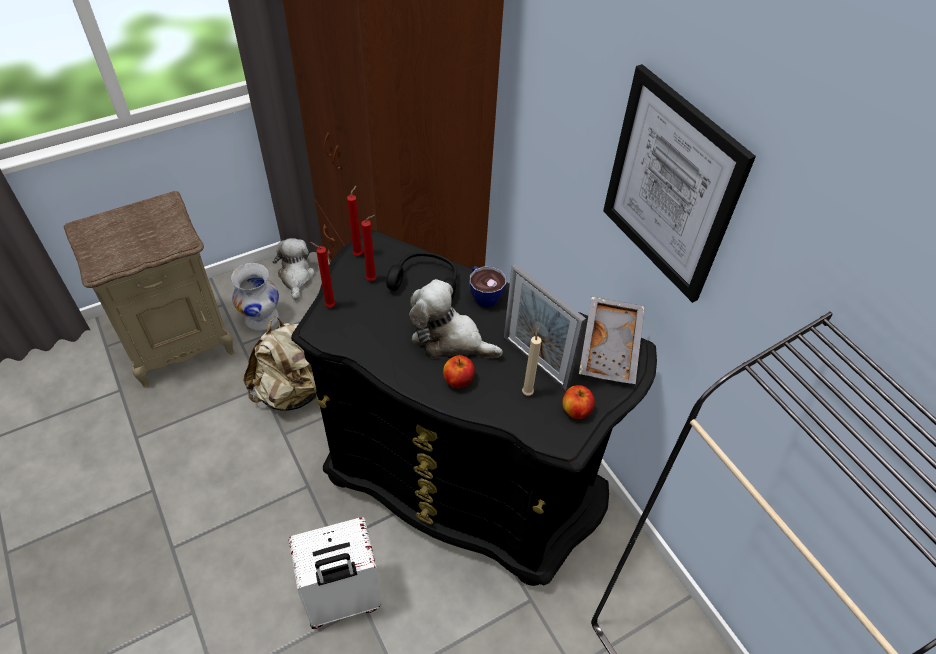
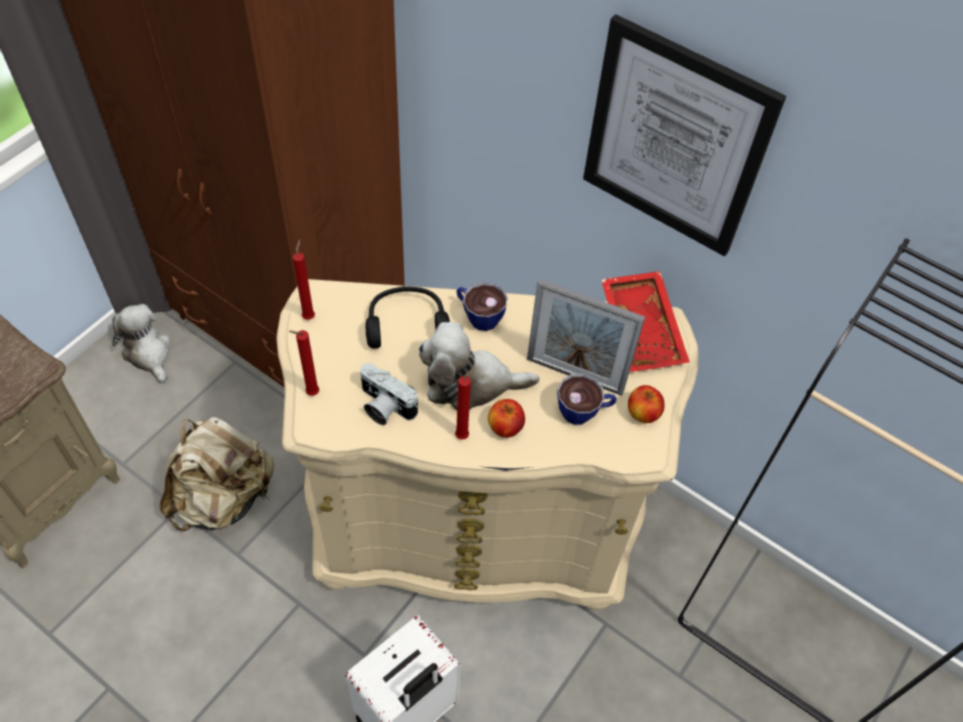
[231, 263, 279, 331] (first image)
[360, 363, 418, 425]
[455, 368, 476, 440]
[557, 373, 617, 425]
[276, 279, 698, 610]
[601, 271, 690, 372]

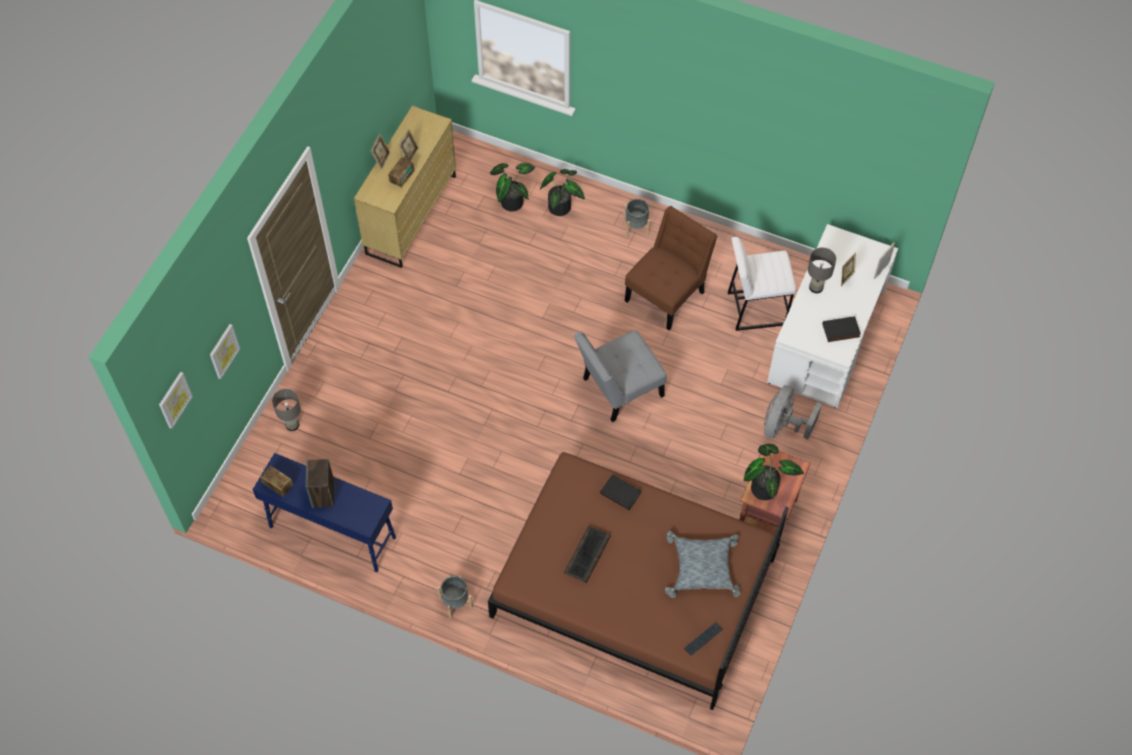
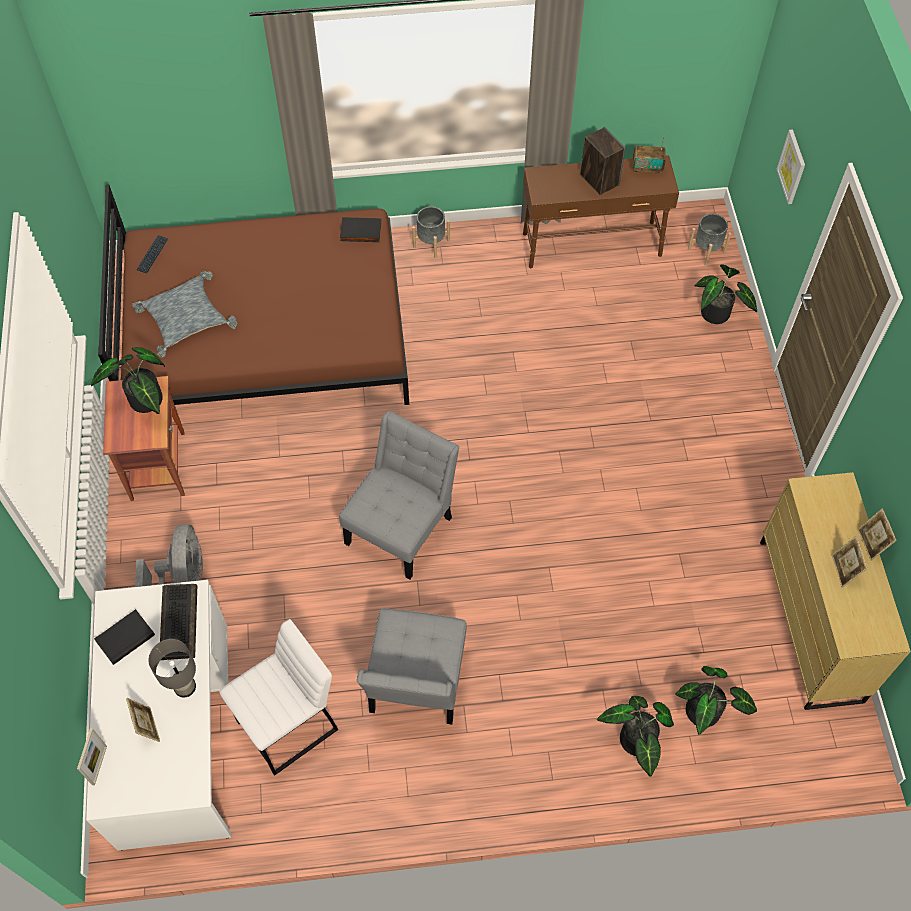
[159, 372, 193, 429] (first image)
[388, 152, 414, 188] (first image)
[160, 584, 197, 660]
[340, 217, 381, 242]
[688, 213, 732, 266]
[695, 264, 757, 324]
[523, 155, 679, 268]
[357, 608, 466, 725]

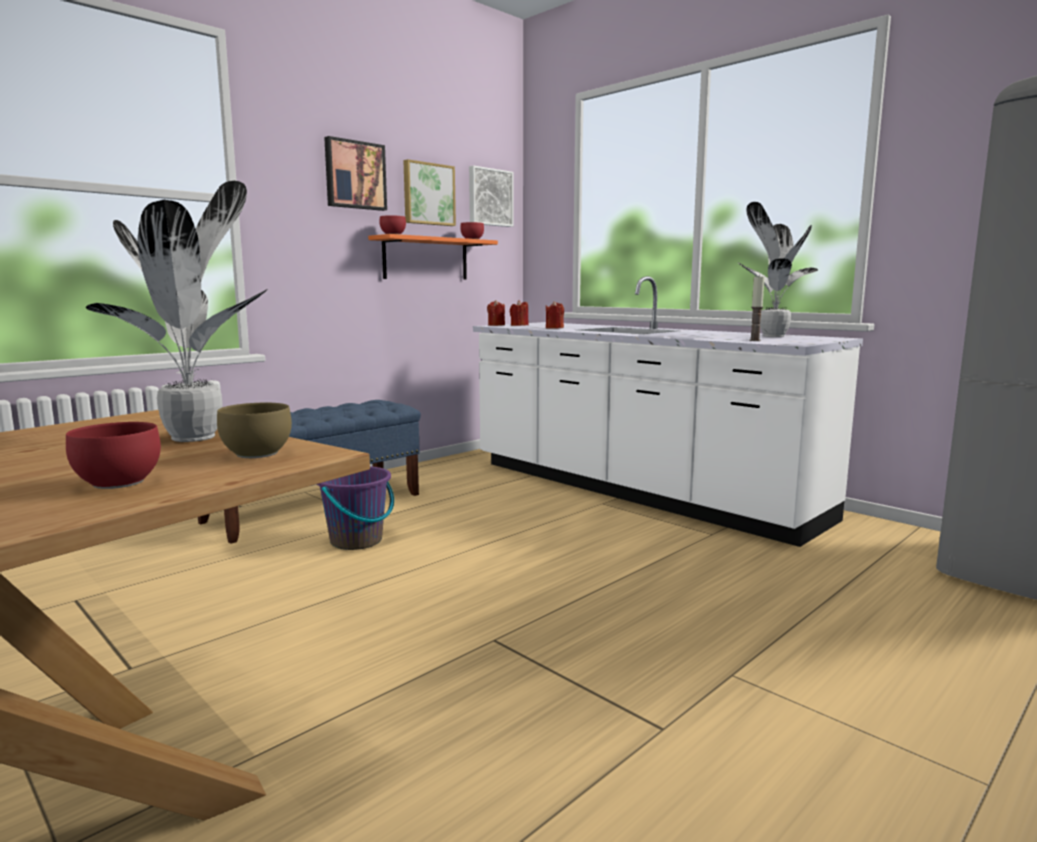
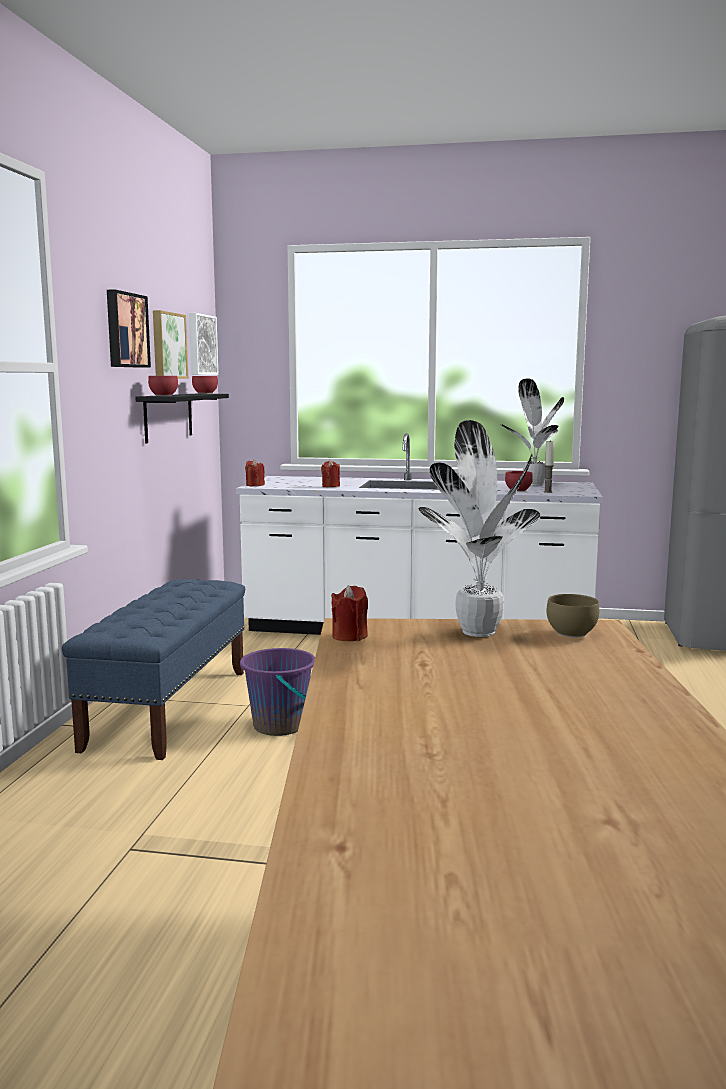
[505, 471, 533, 491]
[331, 585, 368, 641]
[135, 394, 229, 443]

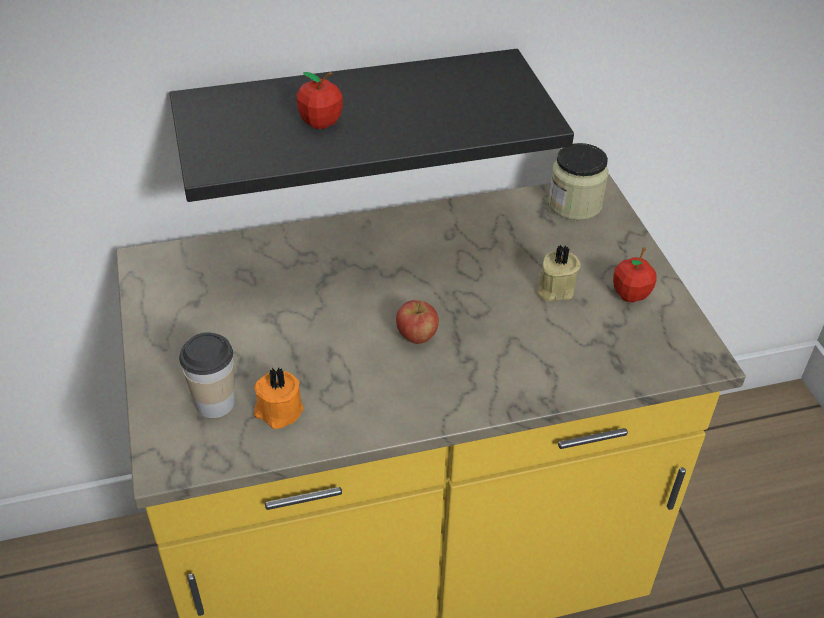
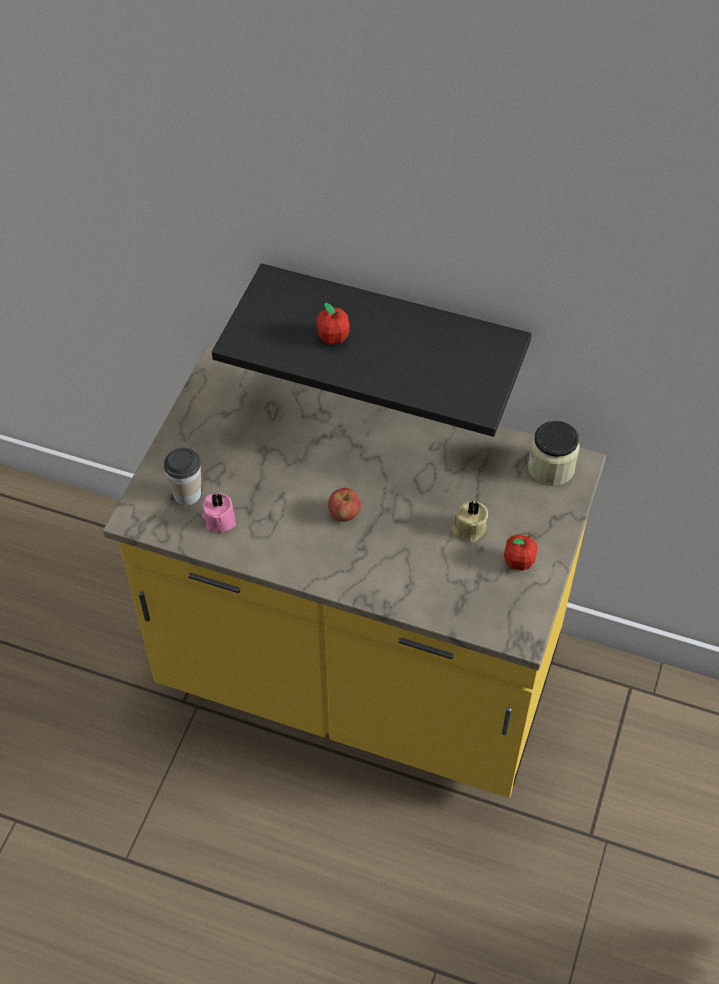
[202, 493, 236, 532]

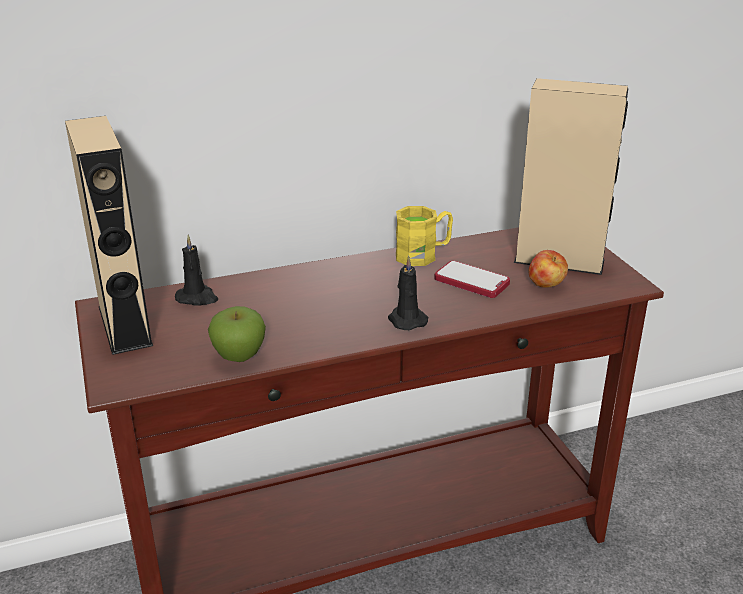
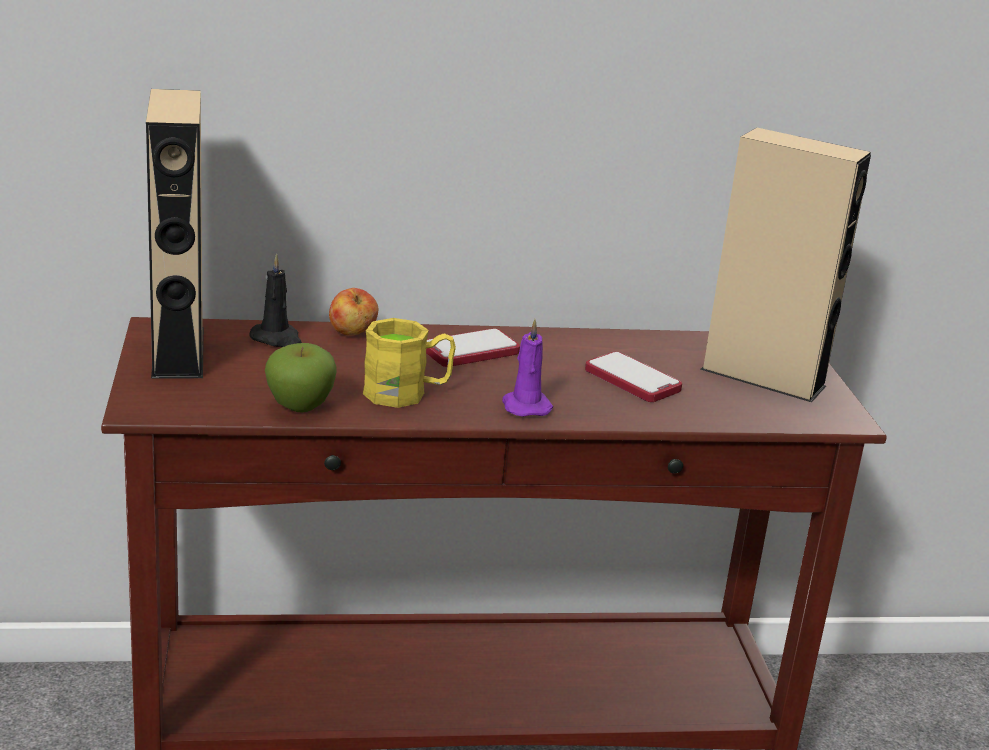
[426, 329, 520, 367]
[363, 318, 456, 408]
[329, 288, 378, 336]
[502, 319, 553, 417]

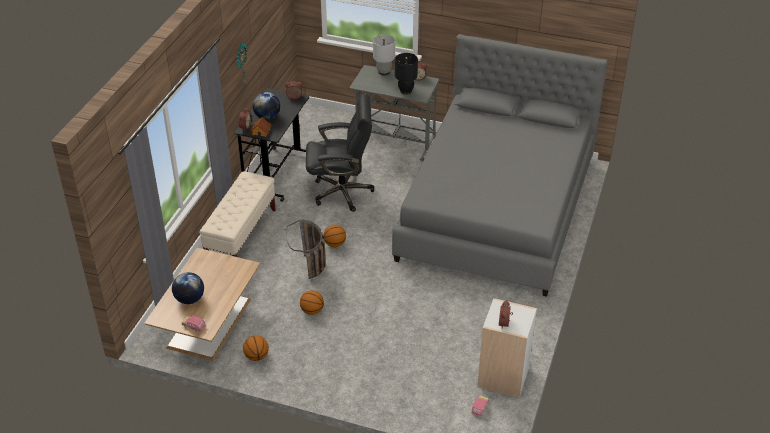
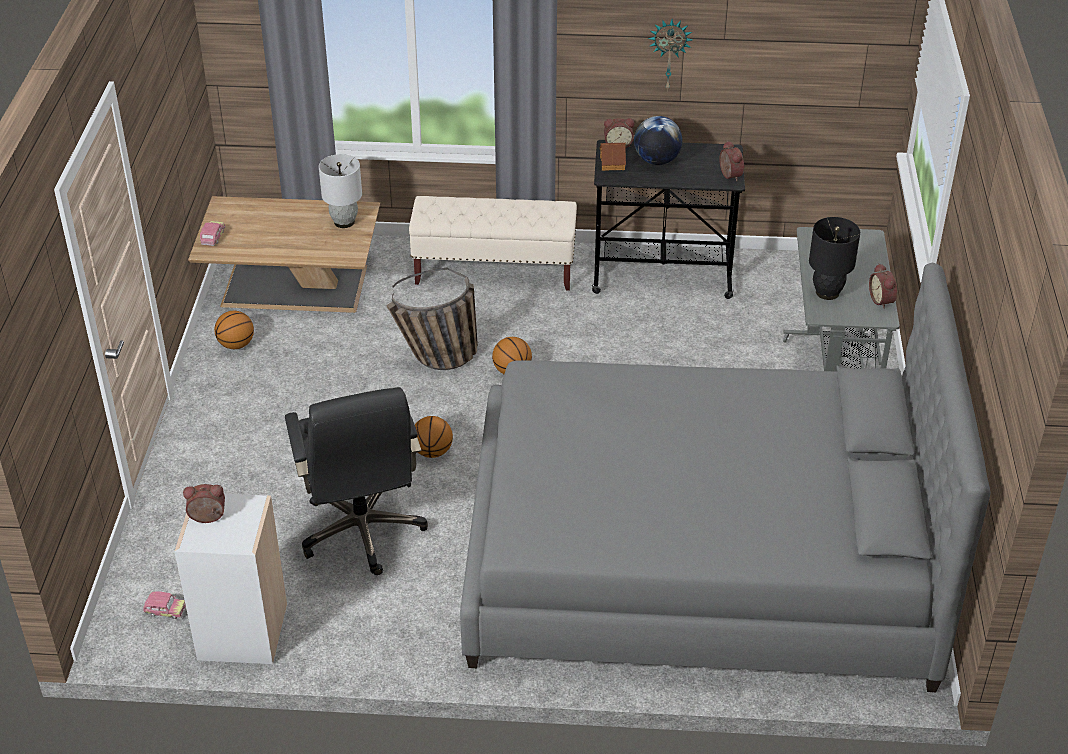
[172, 272, 204, 304] (first image)
[415, 416, 453, 458]
[285, 387, 428, 575]
[319, 154, 362, 228]

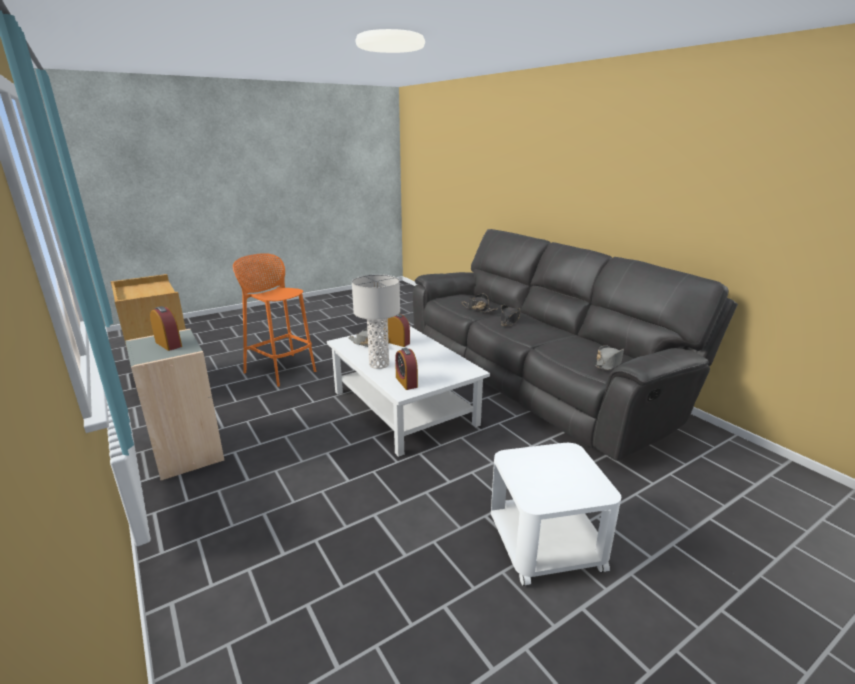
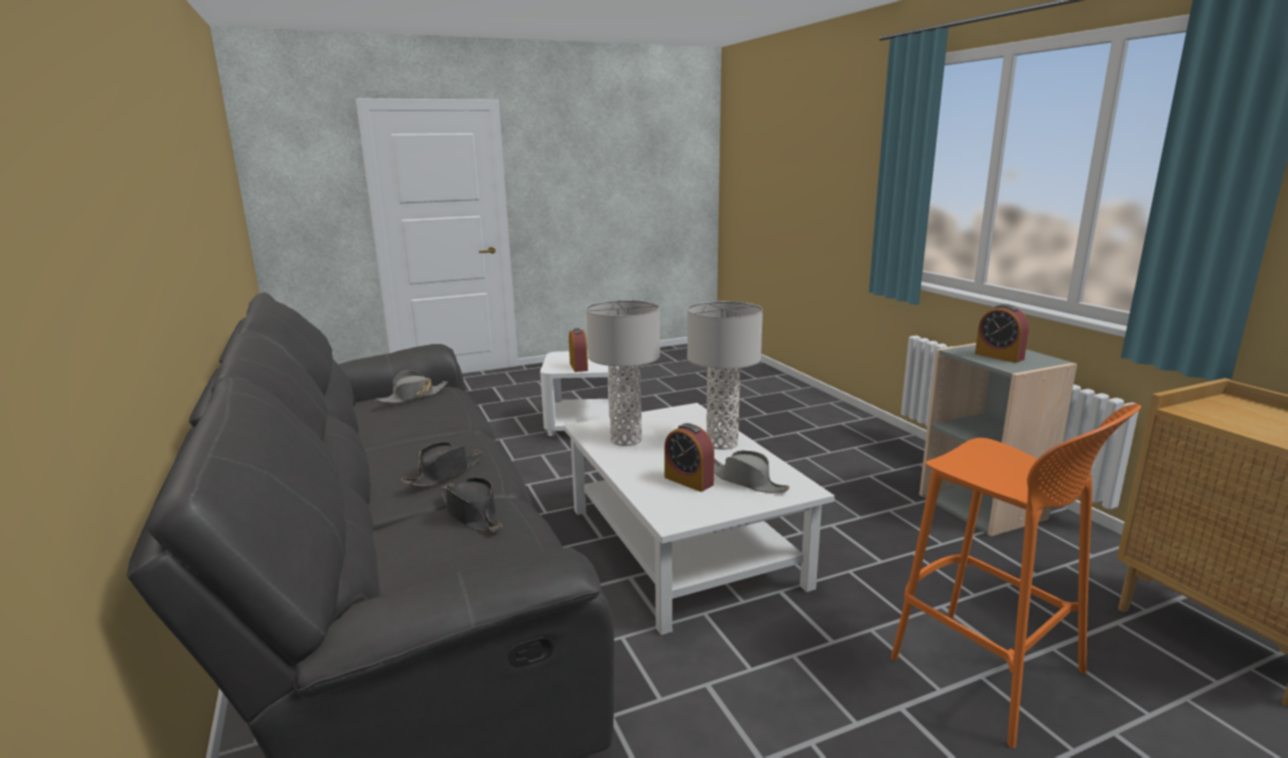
[586, 300, 660, 446]
[569, 328, 588, 372]

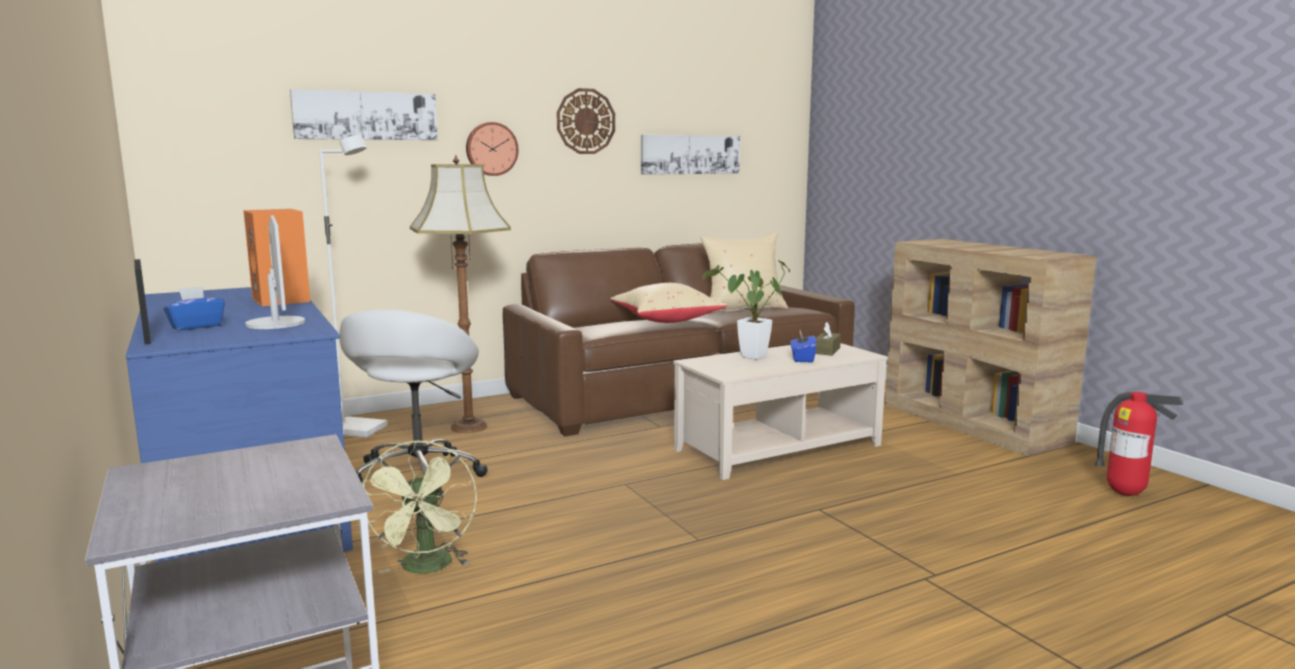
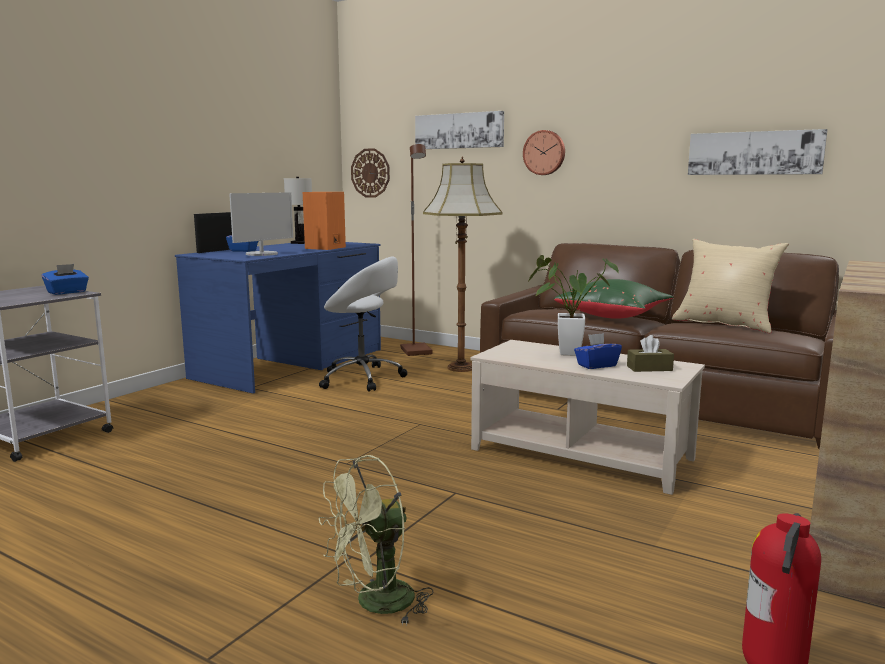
[42, 264, 89, 295]
[284, 177, 312, 244]
[319, 455, 434, 625]
[351, 148, 390, 198]
[400, 144, 433, 356]
[554, 279, 674, 319]
[319, 256, 407, 392]

